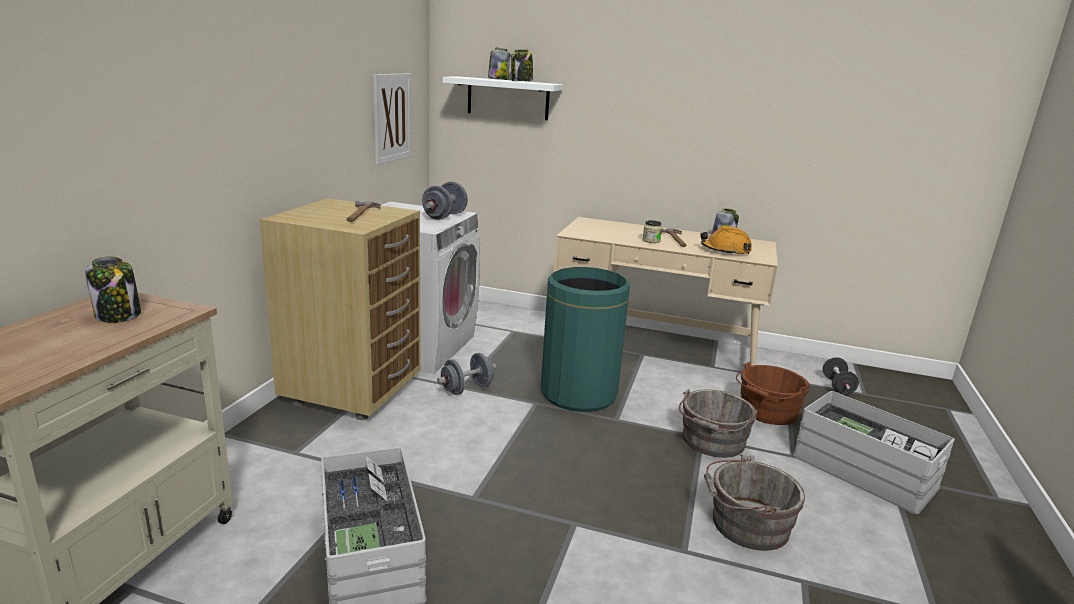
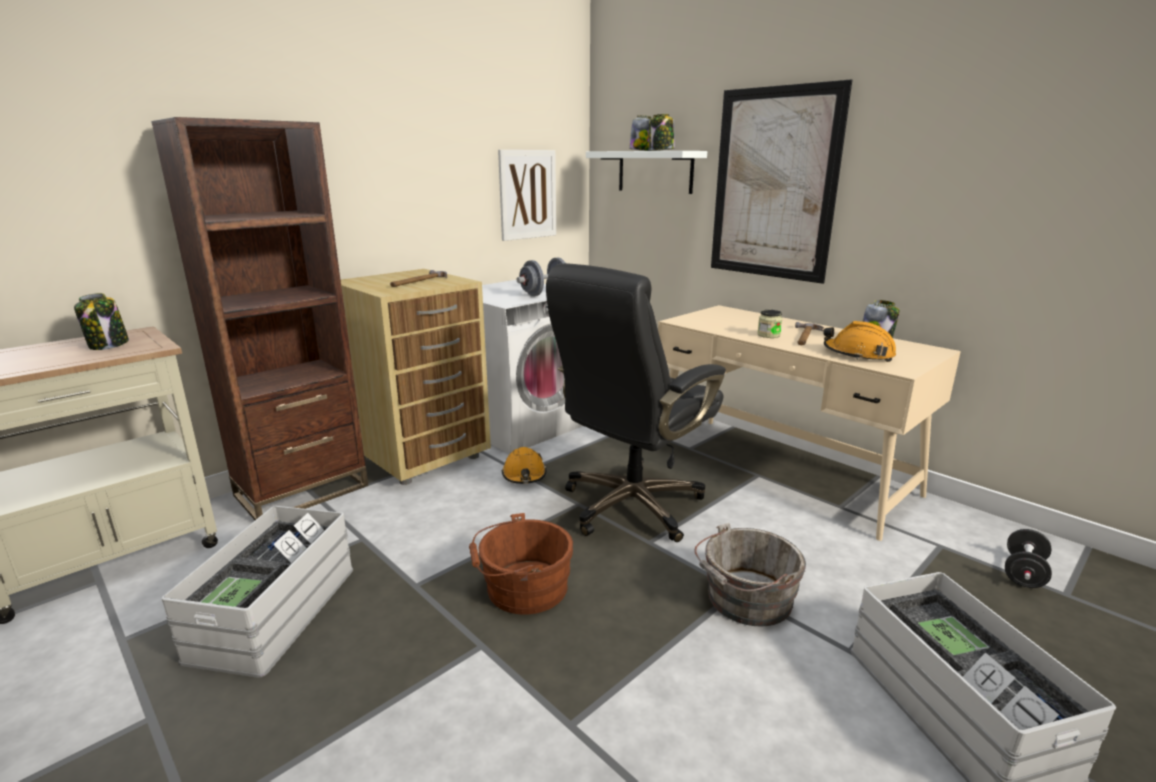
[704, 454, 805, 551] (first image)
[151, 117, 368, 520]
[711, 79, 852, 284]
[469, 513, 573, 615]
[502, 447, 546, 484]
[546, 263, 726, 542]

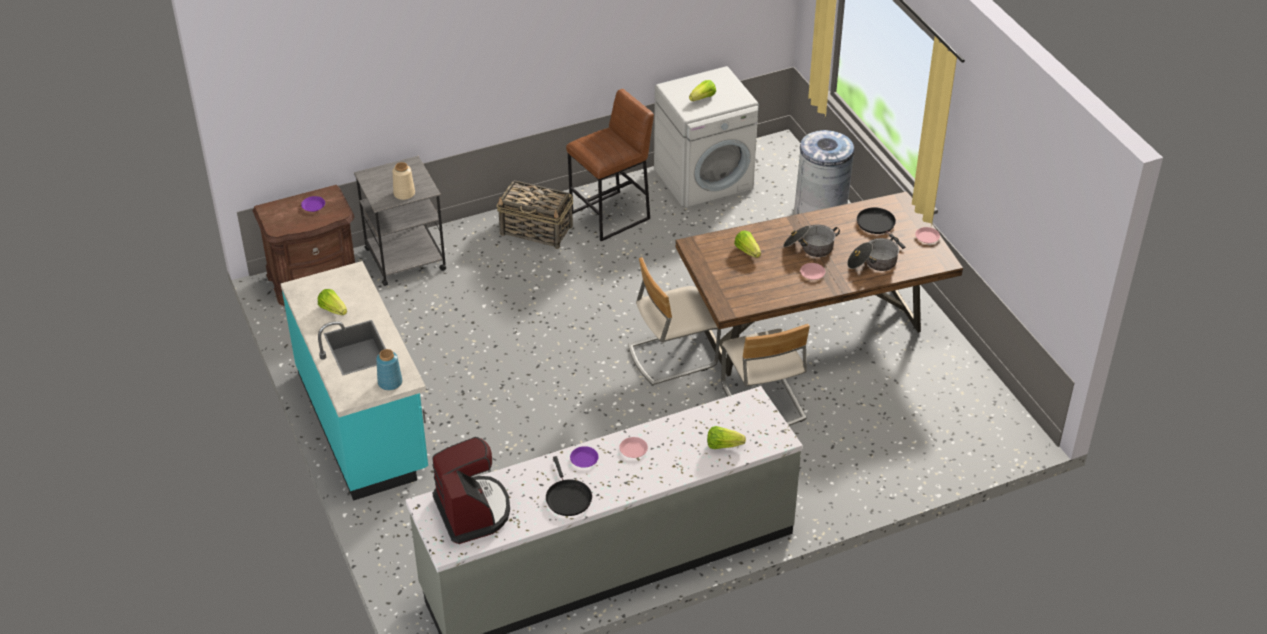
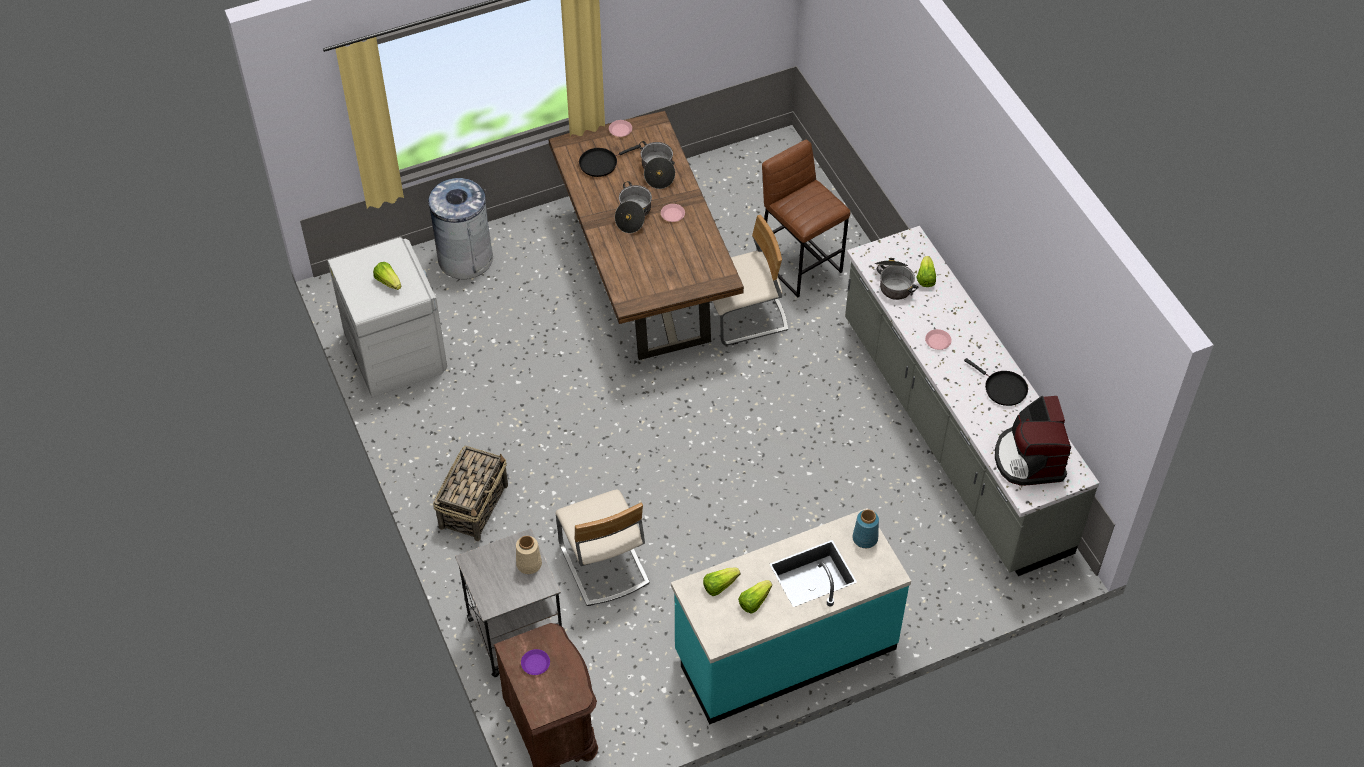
[570, 446, 599, 468] (first image)
[875, 258, 918, 300]
[762, 140, 851, 297]
[555, 490, 650, 606]
[703, 568, 740, 596]
[995, 396, 1071, 486]
[964, 358, 1028, 406]

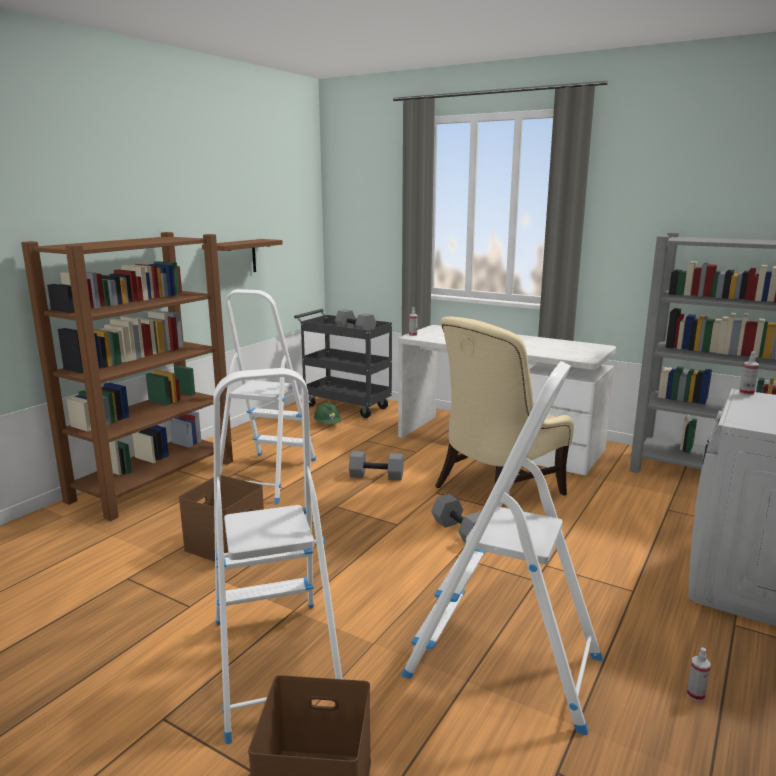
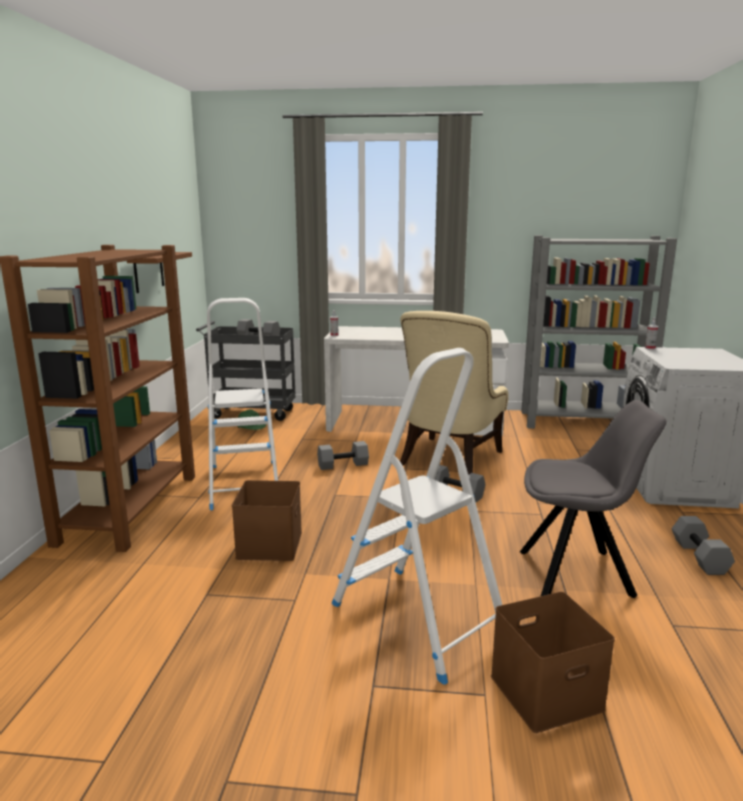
[520, 400, 667, 598]
[672, 516, 735, 575]

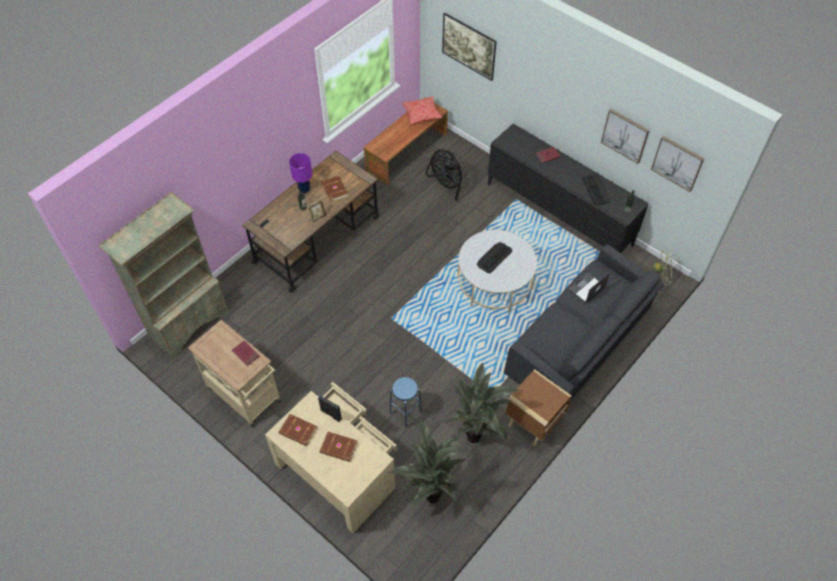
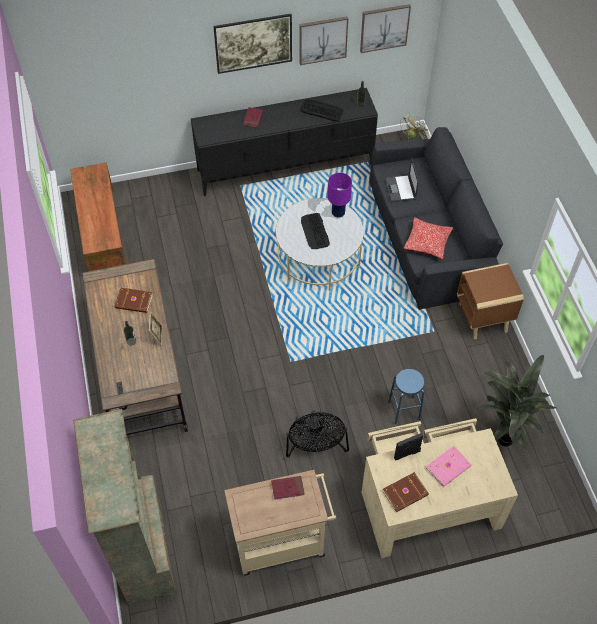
[443, 362, 519, 443] (first image)
[328, 173, 352, 218]
[404, 217, 453, 259]
[286, 411, 349, 458]
[213, 14, 292, 74]
[426, 446, 471, 487]

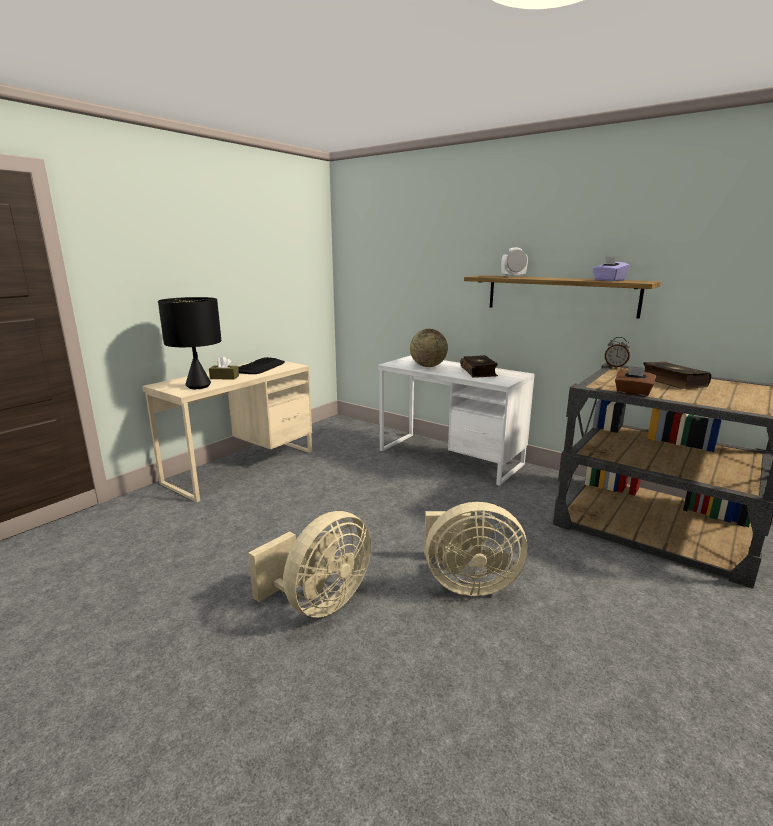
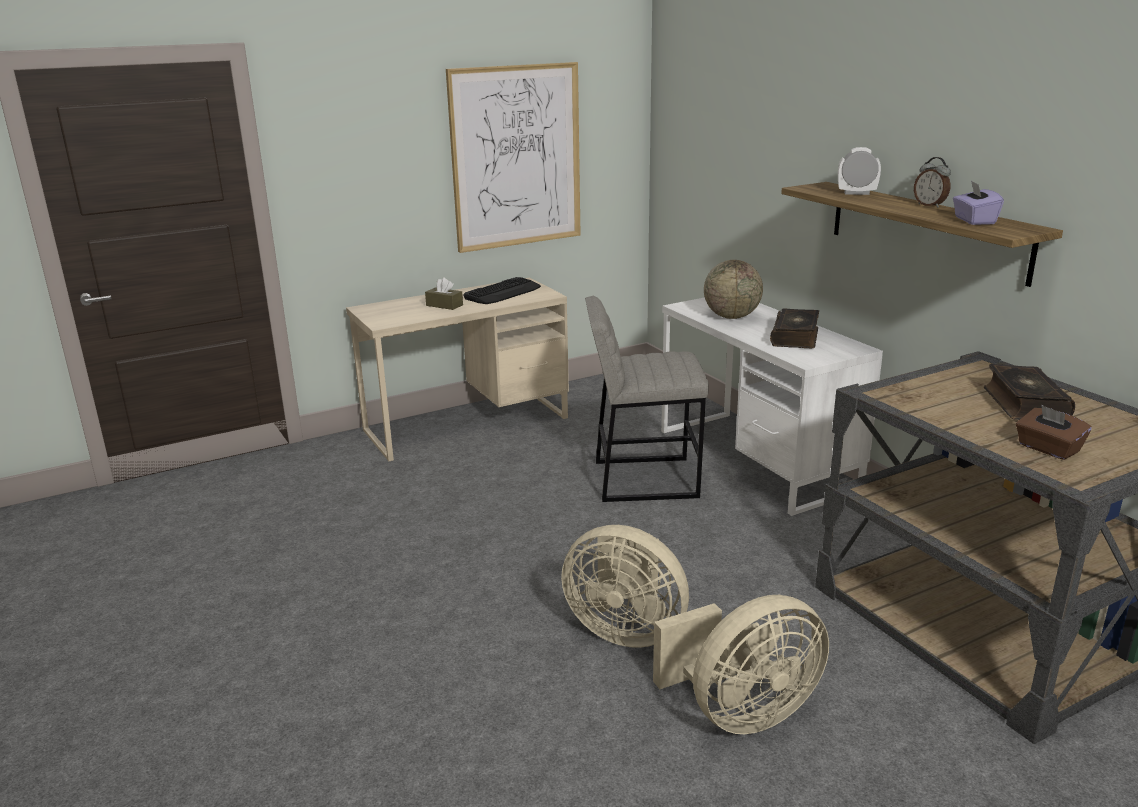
[158, 297, 222, 389] (first image)
[446, 62, 581, 253]
[585, 296, 709, 502]
[653, 595, 829, 734]
[914, 157, 951, 208]
[1016, 405, 1092, 460]

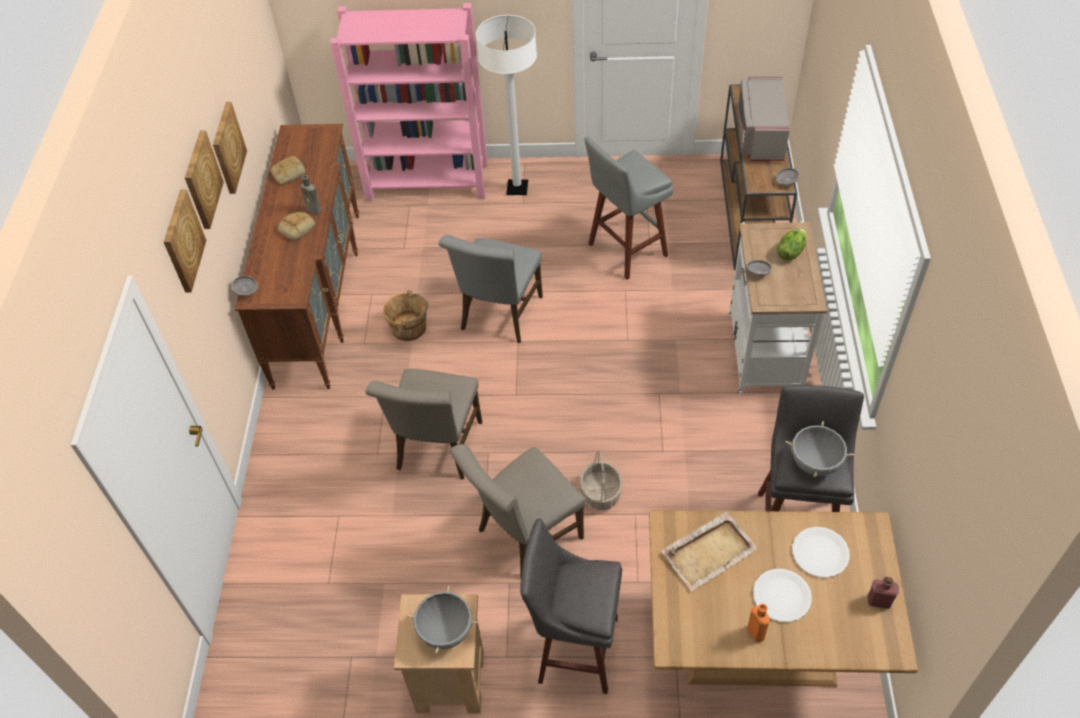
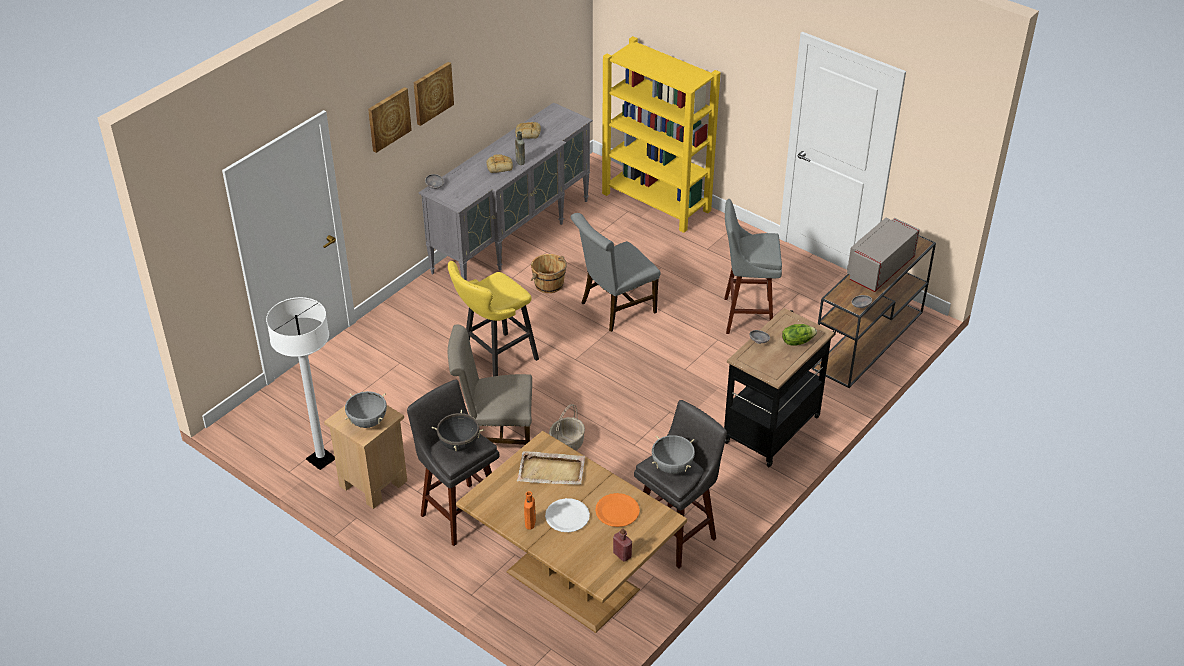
[213, 102, 247, 194] (first image)
[432, 410, 484, 451]
[266, 297, 335, 470]
[448, 261, 539, 376]
[419, 102, 593, 281]
[602, 36, 720, 233]
[724, 308, 836, 467]
[595, 493, 640, 527]

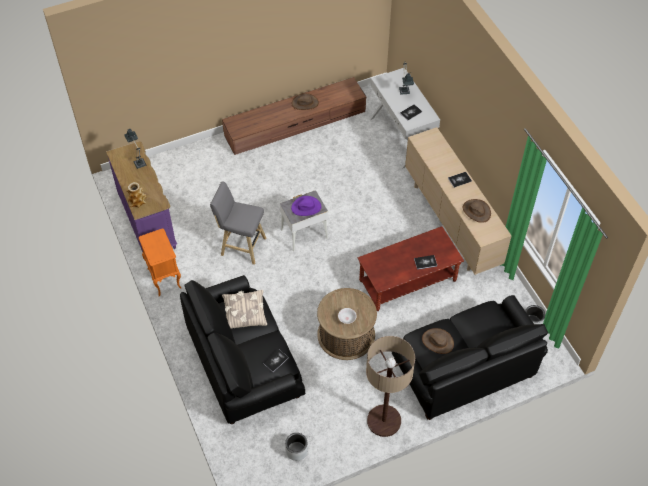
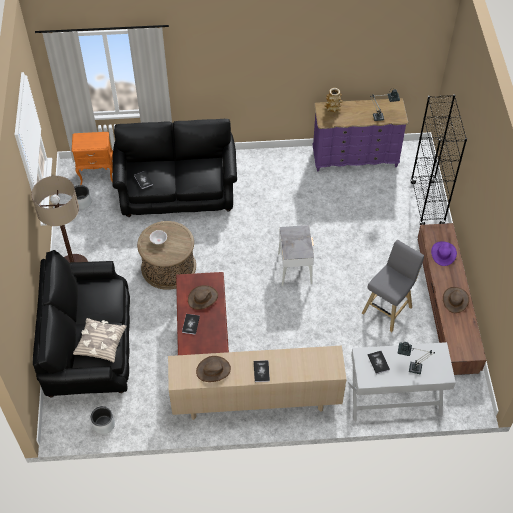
[410, 94, 467, 225]
[72, 132, 113, 185]
[362, 240, 424, 332]
[73, 318, 126, 362]
[431, 241, 457, 266]
[188, 285, 218, 310]

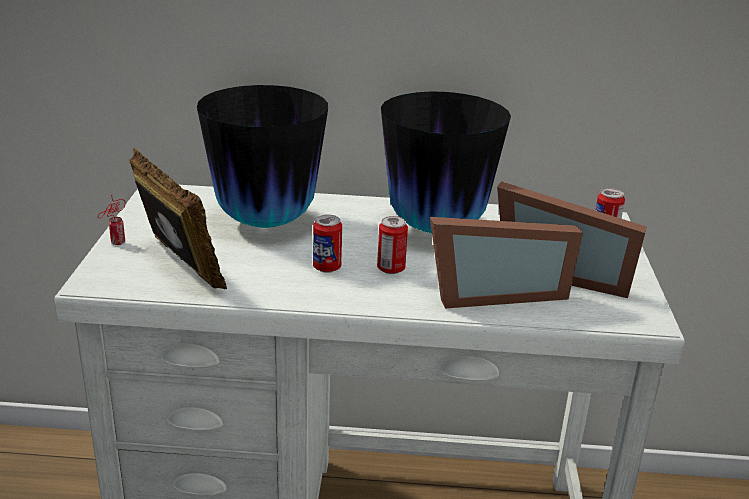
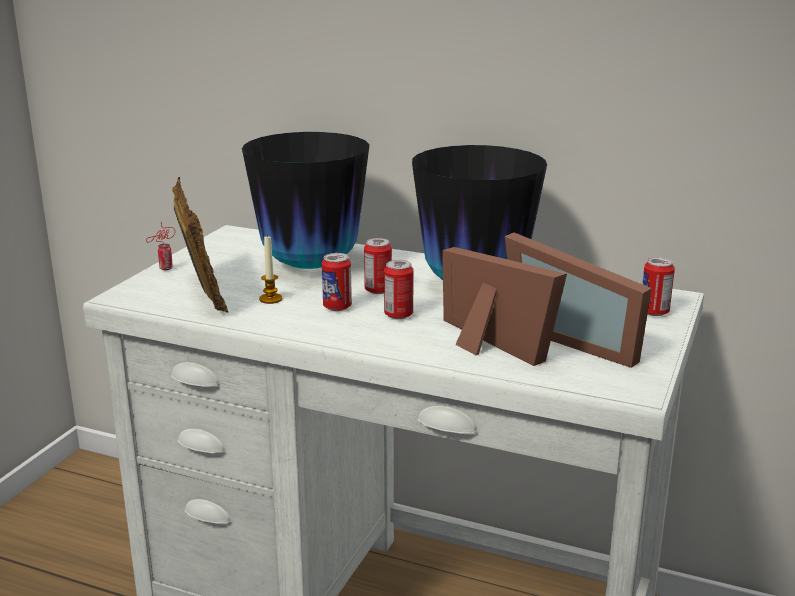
[259, 235, 282, 304]
[364, 238, 392, 294]
[442, 247, 567, 366]

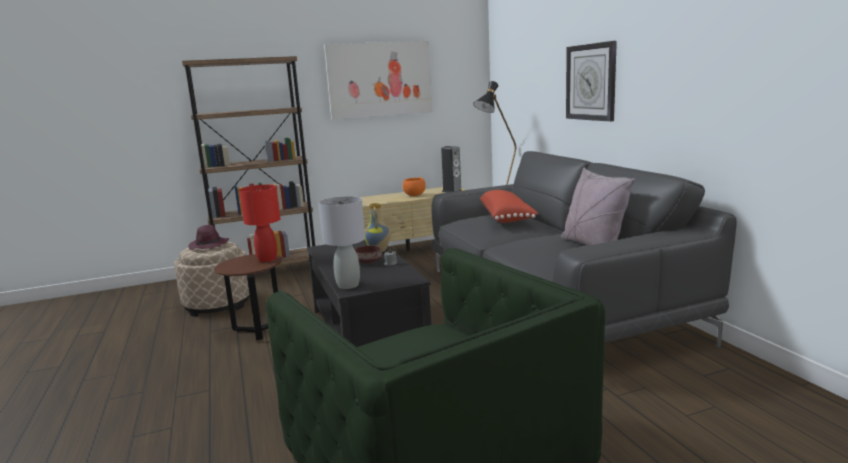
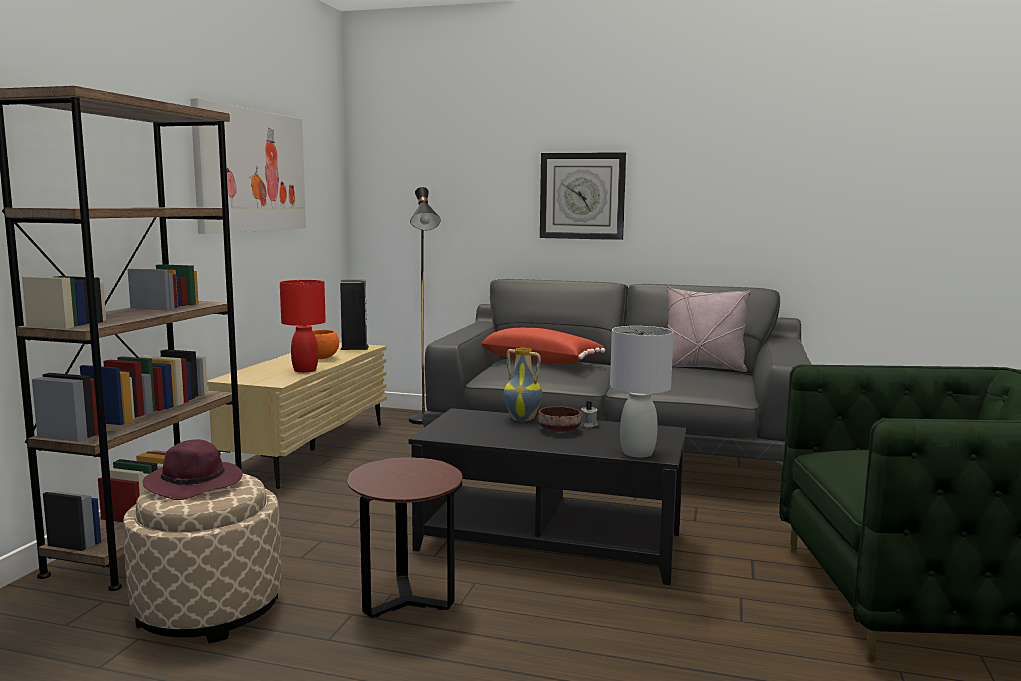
[280, 280, 326, 373]

